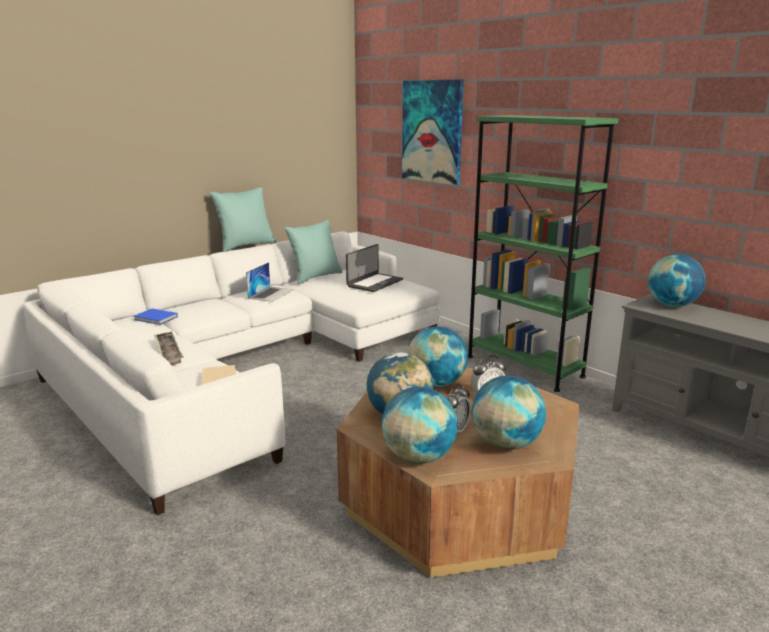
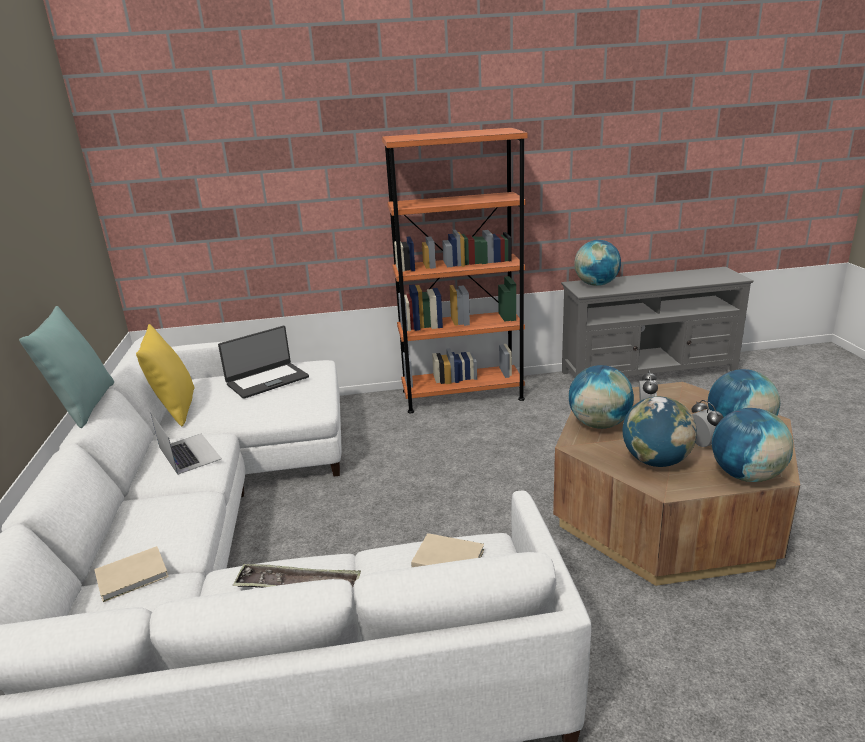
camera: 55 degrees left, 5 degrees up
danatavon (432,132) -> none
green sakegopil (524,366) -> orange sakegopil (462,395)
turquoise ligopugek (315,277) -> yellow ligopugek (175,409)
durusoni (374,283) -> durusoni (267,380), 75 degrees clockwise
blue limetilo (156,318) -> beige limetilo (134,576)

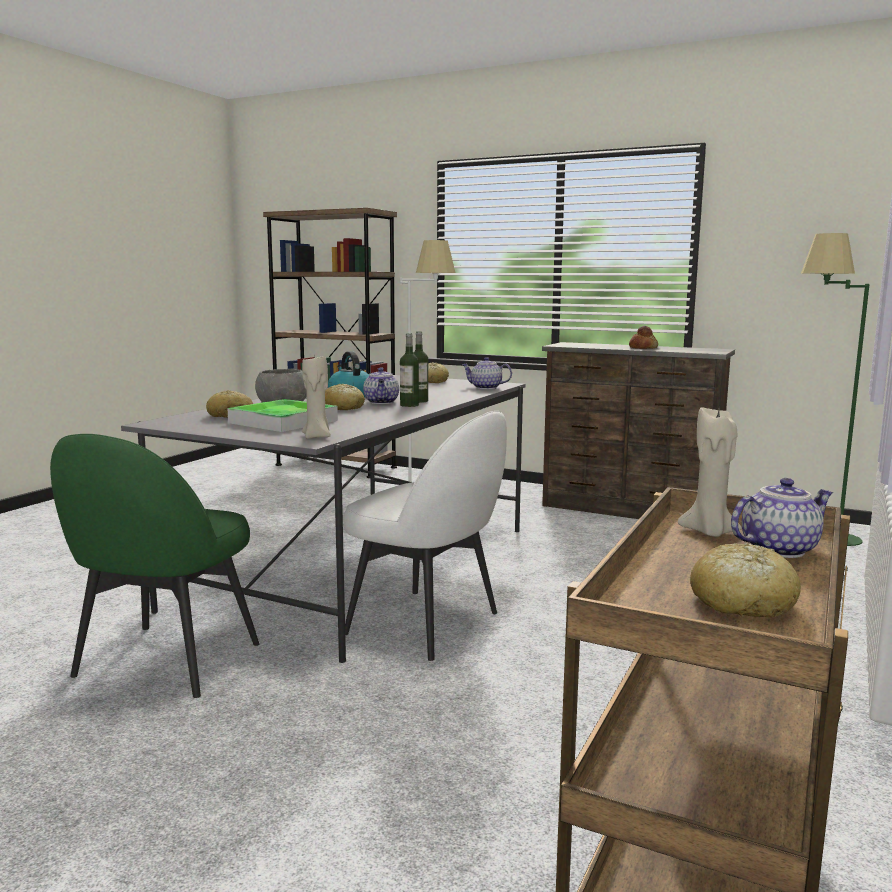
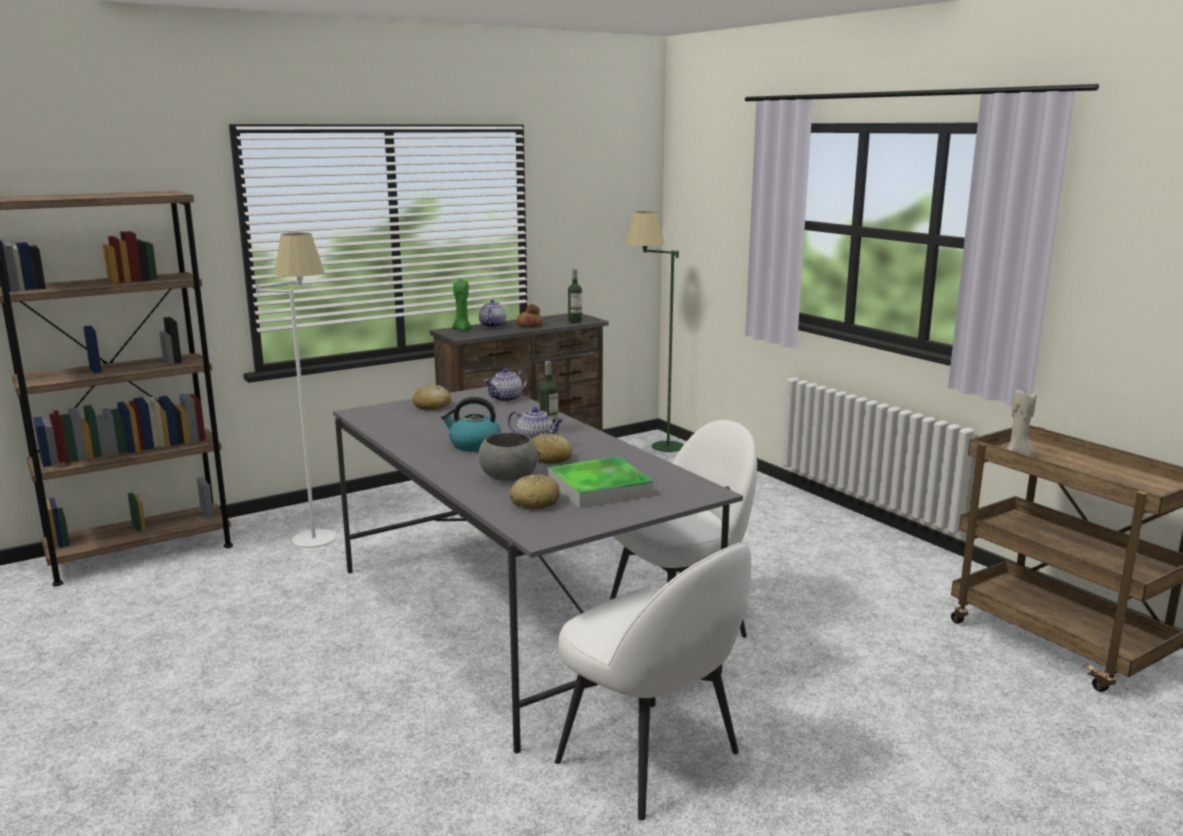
camera: 60 degrees left, 5 degrees up
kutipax (409,405) -> kutipax (575,321), relocated
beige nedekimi (317,436) -> none
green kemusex (165,662) -> white kemusex (651,759)
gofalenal (778,549) -> gofalenal (492,326), relocated
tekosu (742,602) -> none
none -> green nedekimi (461,329)

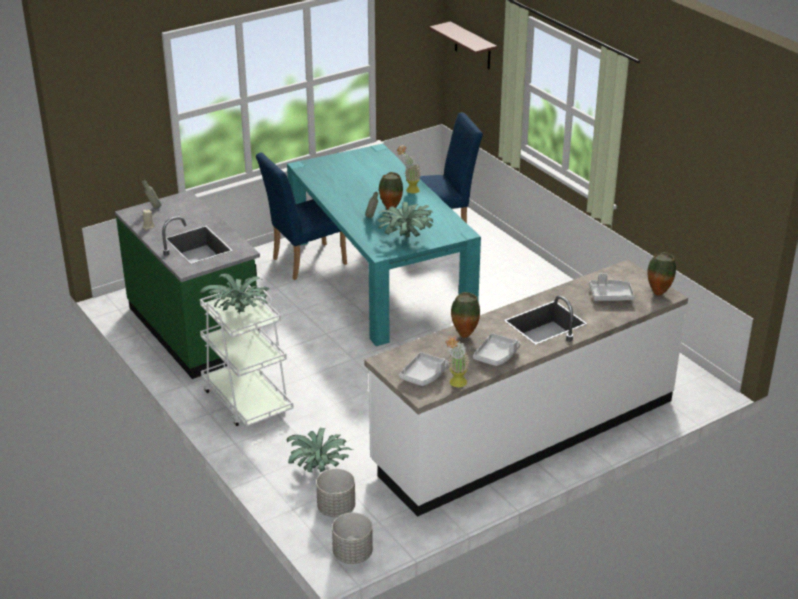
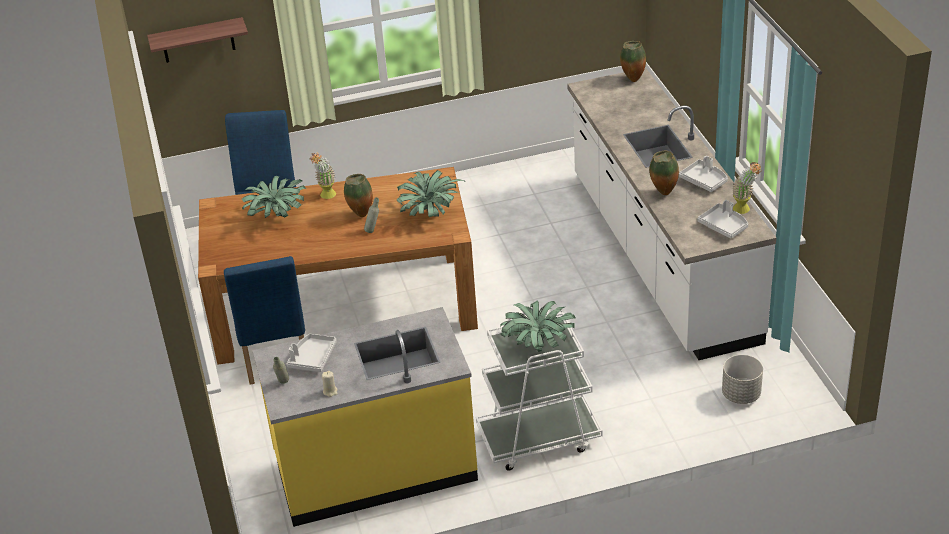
camera: 70 degrees left, 5 degrees up
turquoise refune (379,277) -> brown refune (343,305)
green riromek (195,330) -> yellow riromek (375,468)
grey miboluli (610,295) -> grey miboluli (312,358), relocated
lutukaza (319,469) -> lutukaza (277,217), relocated
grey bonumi (352,554) -> none

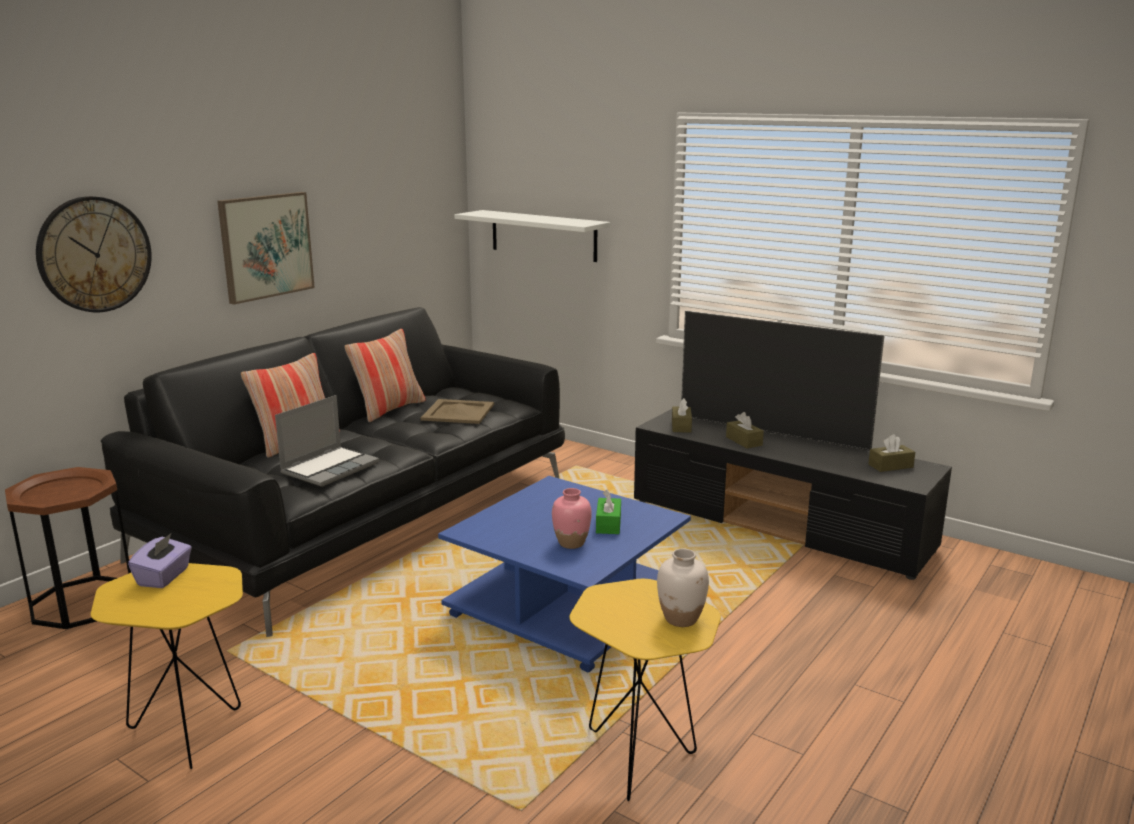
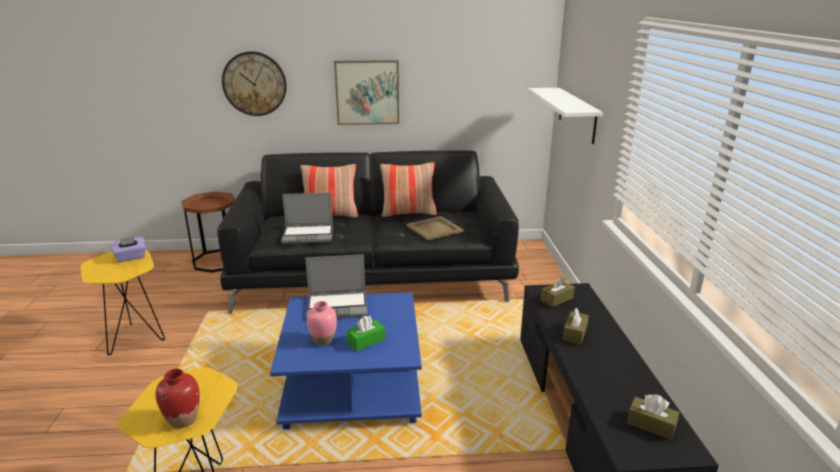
camera: 50 degrees right, 5 degrees up
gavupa (771,432) -> none
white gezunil (681,619) -> red gezunil (183,420)
none -> durusoni (338,306)

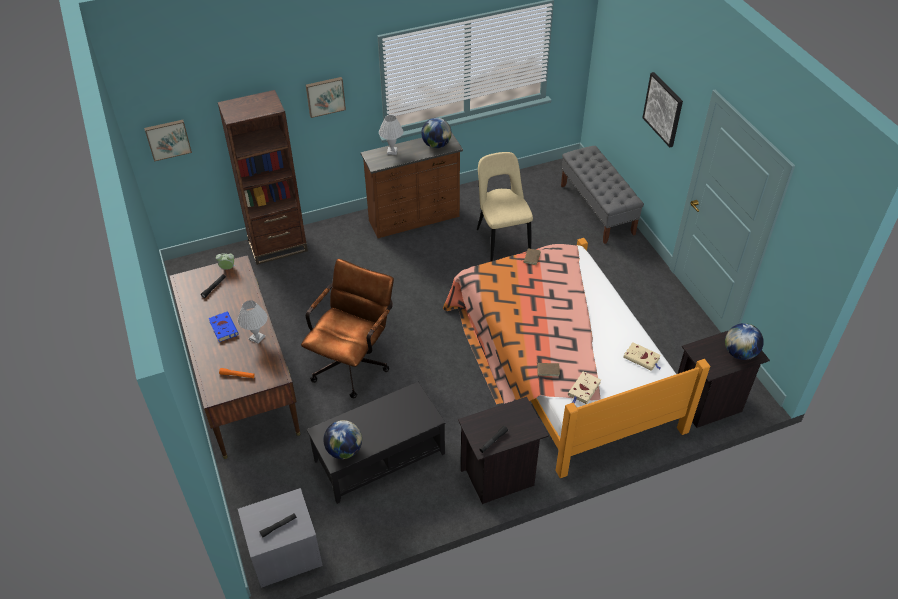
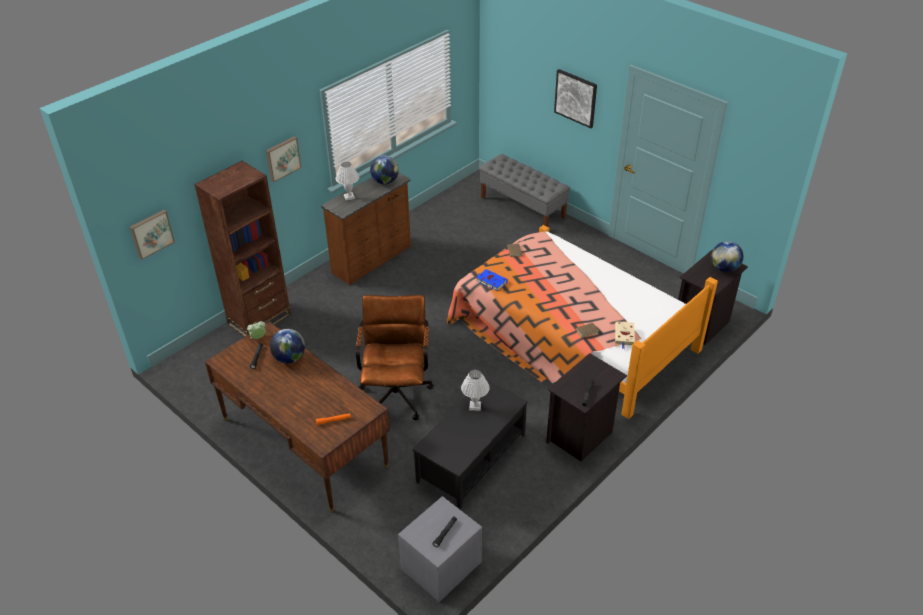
camera: 25 degrees left, 5 degrees down
beige kemusex (502,240) -> none
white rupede (257,338) -> white rupede (475,406), relocated
blue limetilo (223,327) -> blue limetilo (491,281), relocated
beige limetilo (642,358) -> none
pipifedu (344,450) -> pipifedu (289,358), relocated

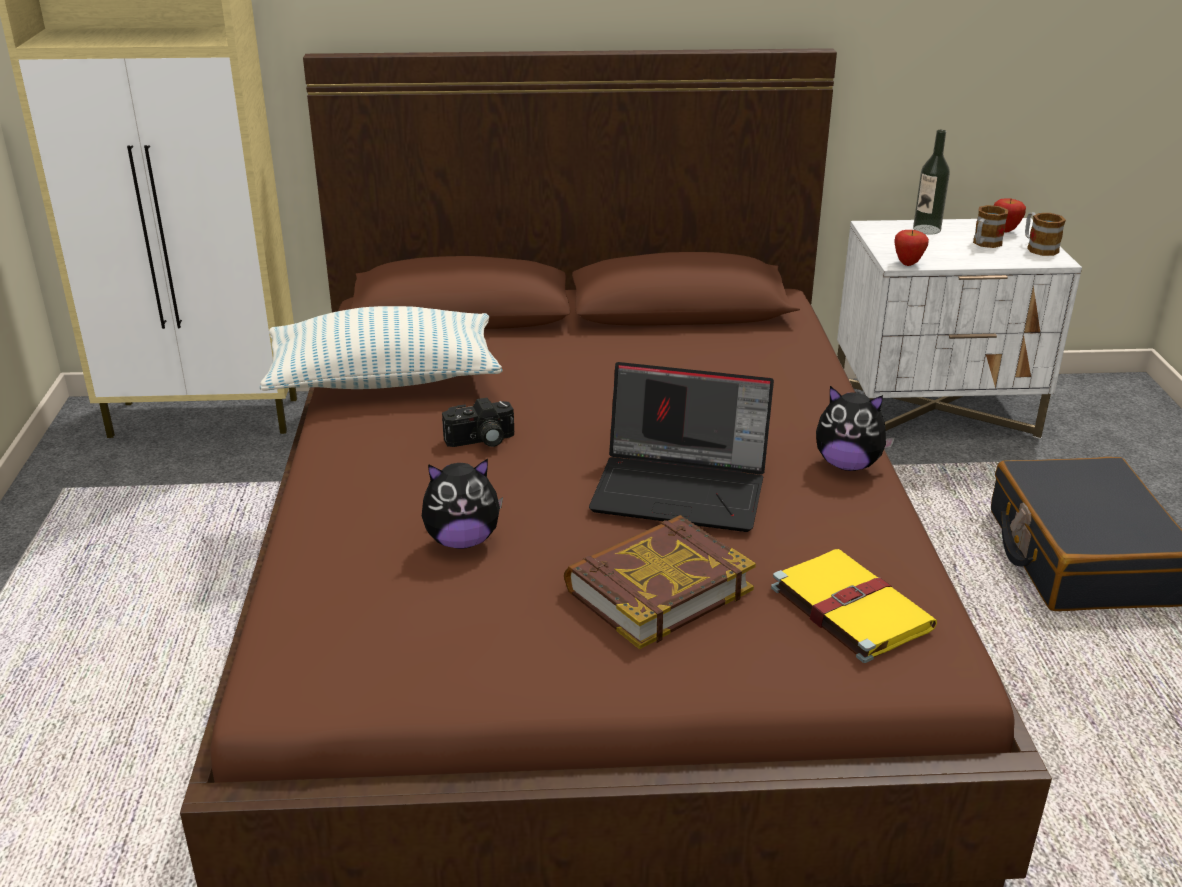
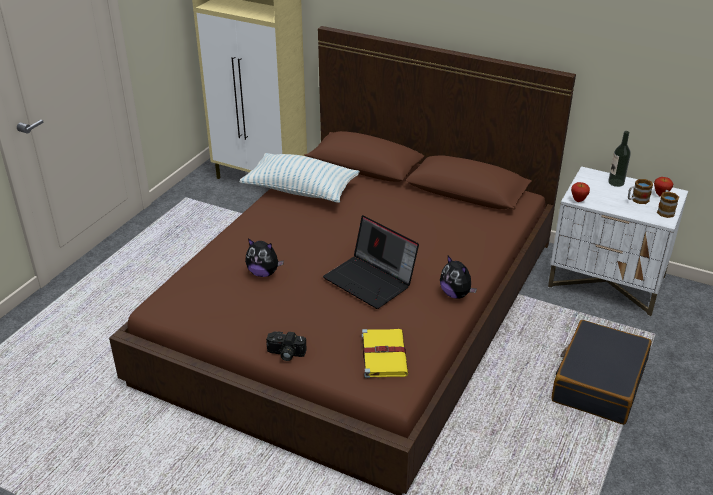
camera: 30 degrees right, 5 degrees up
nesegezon (481,441) -> nesegezon (285,354), relocated
limetilo (657,589) -> none

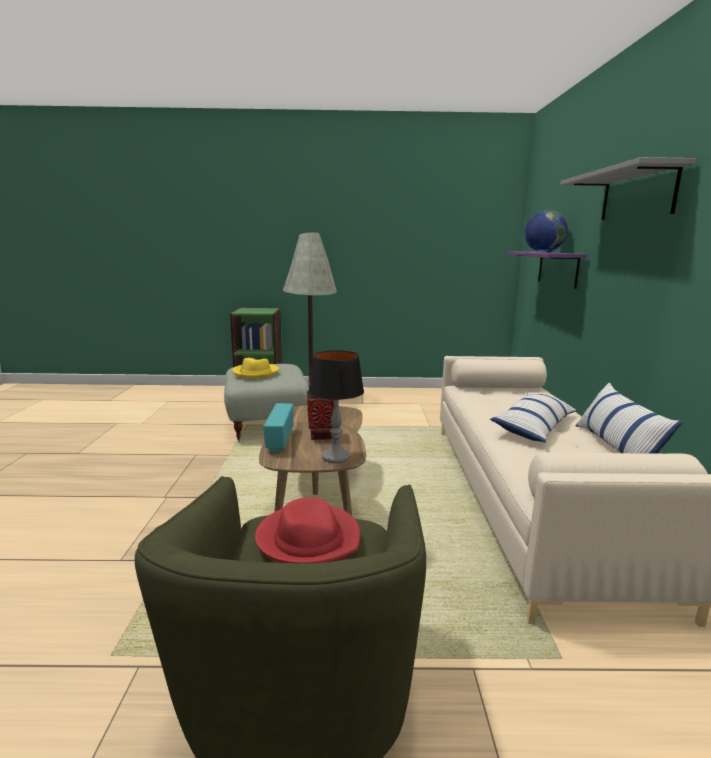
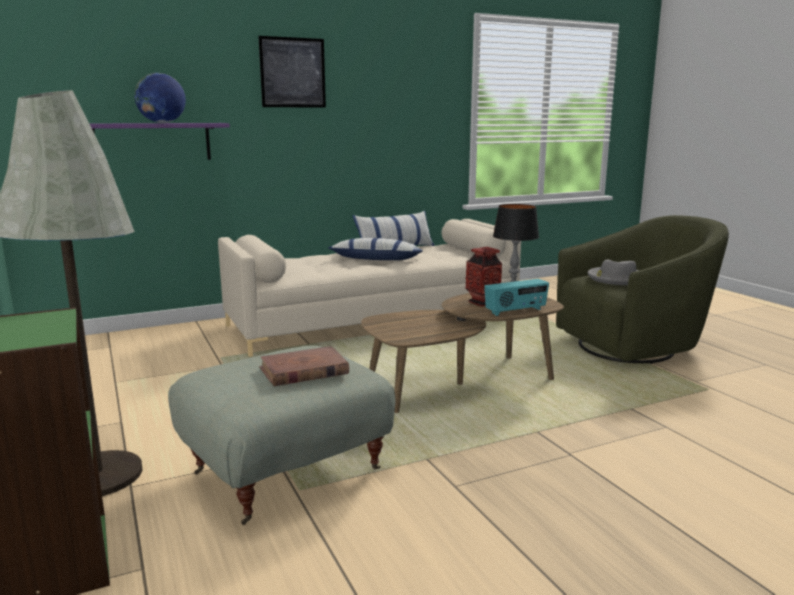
camera: 115 degrees left, 0 degrees up
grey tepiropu (637,194) -> danatavon (292,72)
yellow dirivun (255,373) -> brown limetilo (303,371)
red dirivun (309,539) -> grey dirivun (616,278)

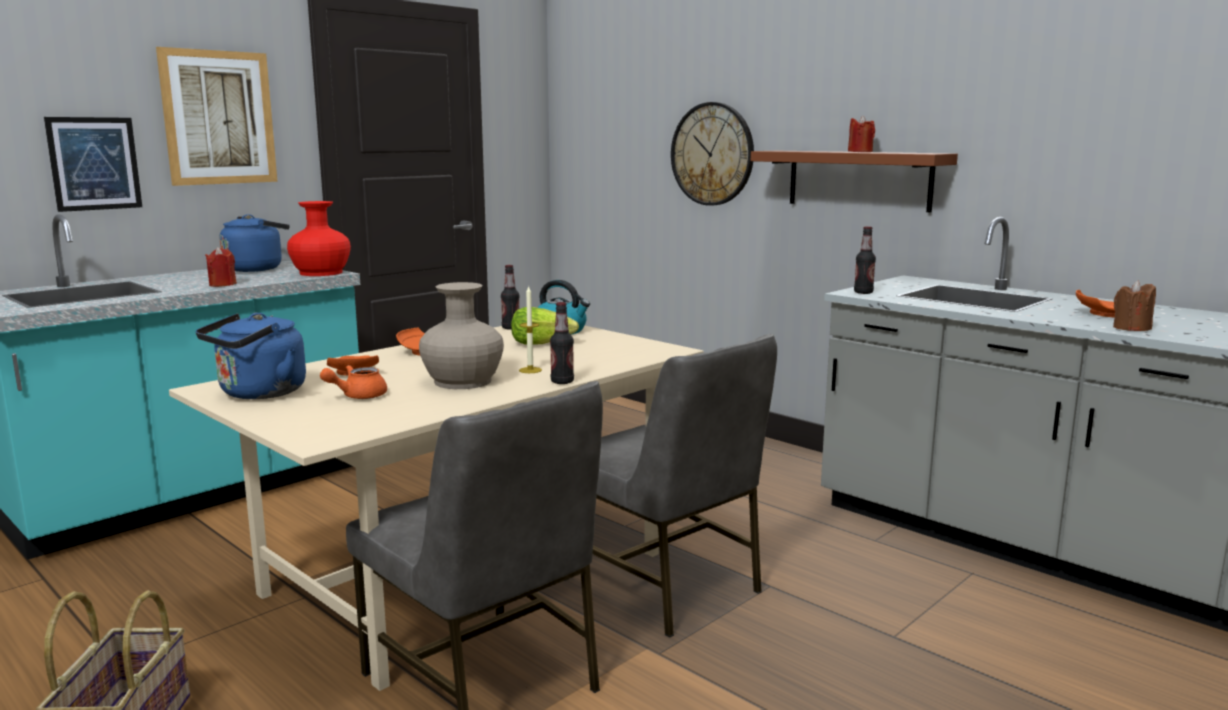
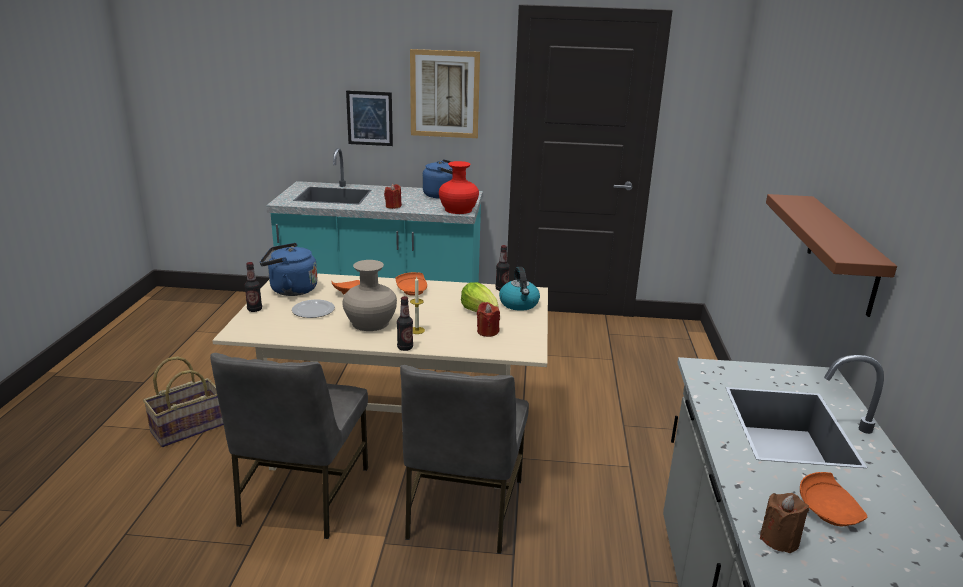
camera: 50 degrees right, 10 degrees up
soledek (712,154) -> none
red nedekimi (860,152) -> red nedekimi (487,332), relocated
kutipax (863,292) -> kutipax (254,309), relocated
orange gofalenal (358,396) -> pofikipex (312,311)

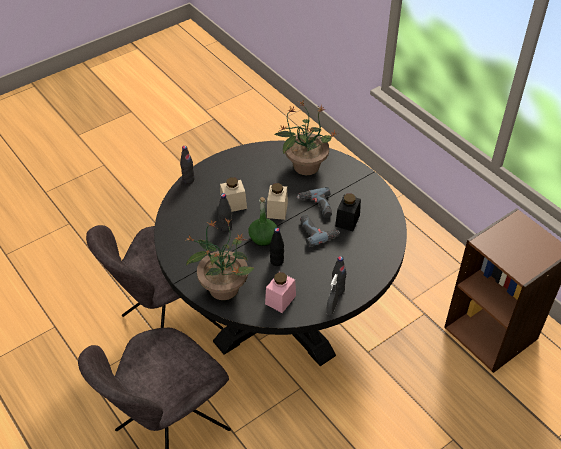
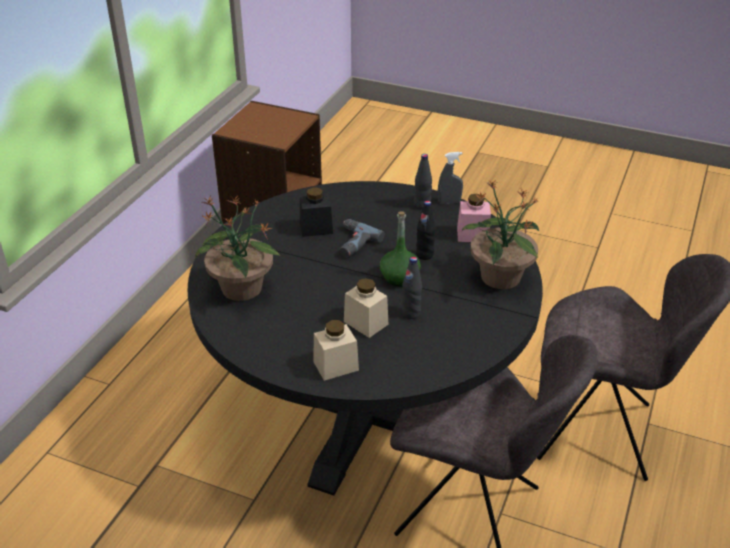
camera: 120 degrees left, 10 degrees down
black kutipax (188,179) -> none
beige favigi (277,210) -> beige favigi (336,366), relocated
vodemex (316,206) -> none

